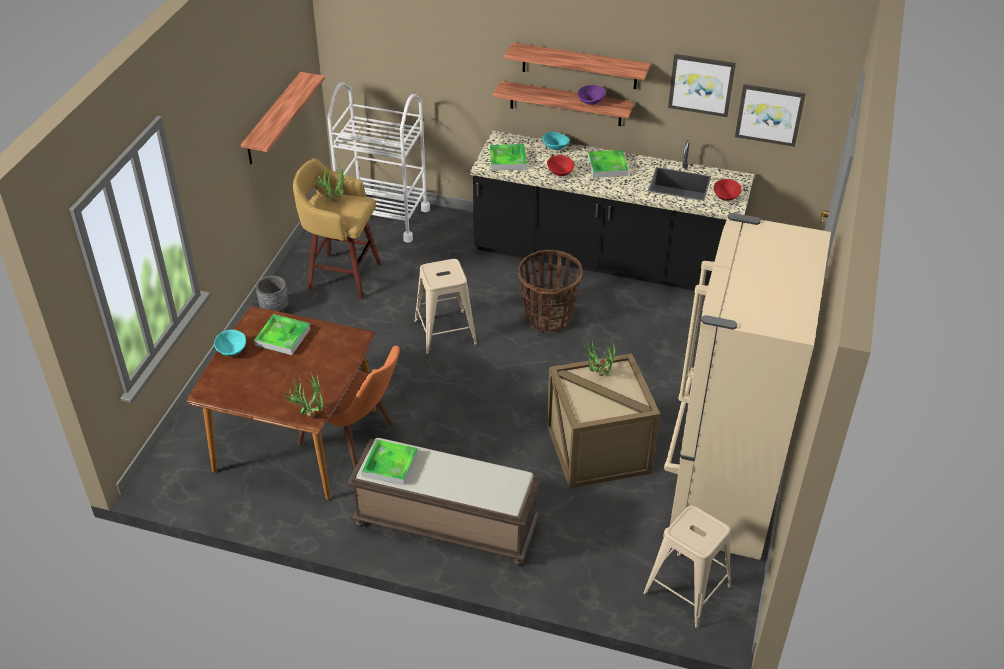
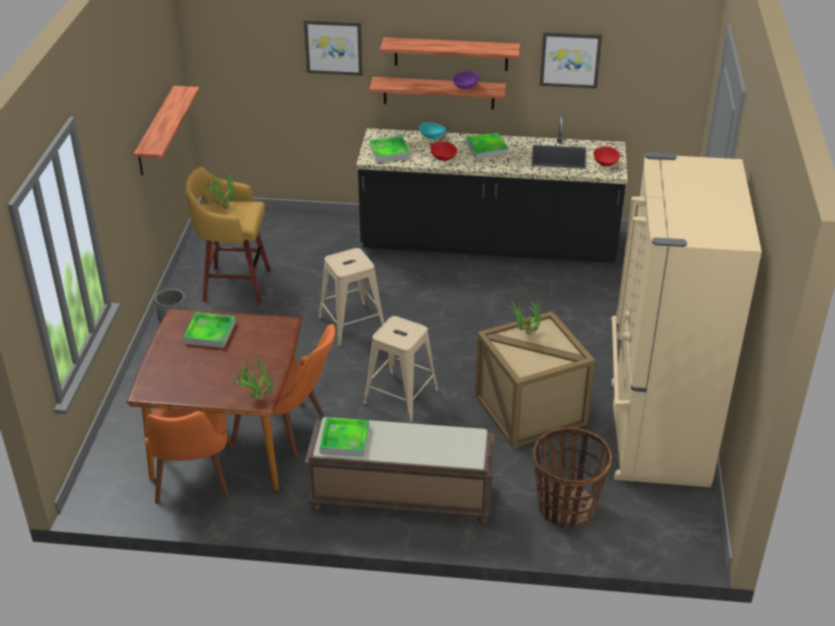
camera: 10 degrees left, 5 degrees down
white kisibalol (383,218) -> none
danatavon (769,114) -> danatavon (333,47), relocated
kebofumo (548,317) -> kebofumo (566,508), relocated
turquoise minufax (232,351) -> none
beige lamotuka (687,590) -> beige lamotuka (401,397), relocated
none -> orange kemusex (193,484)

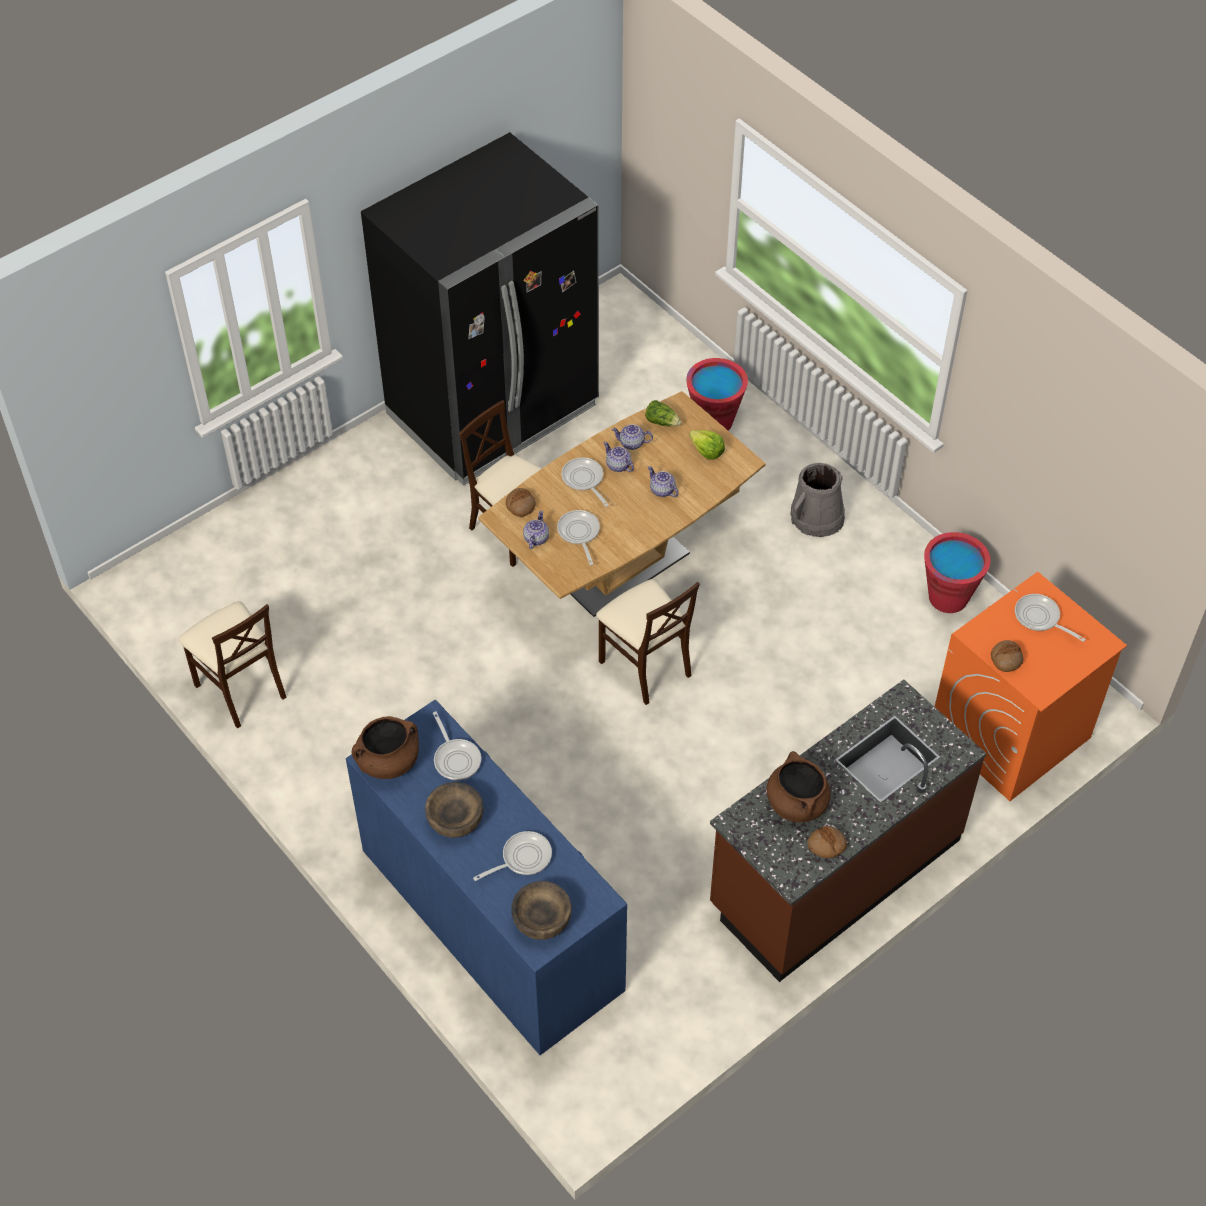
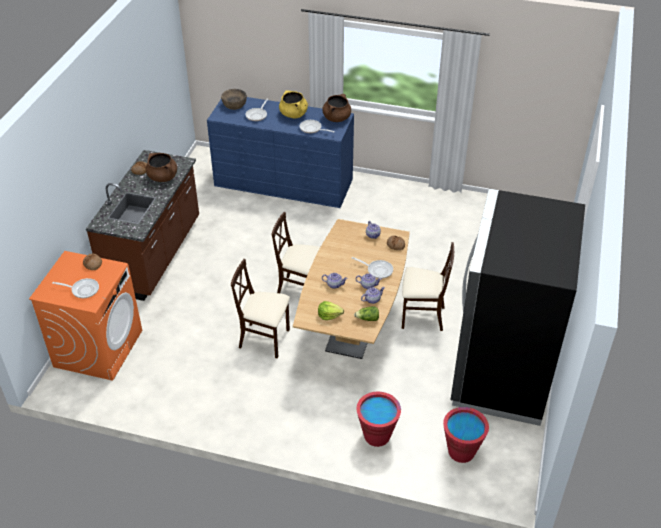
camera: 145 degrees right, 10 degrees down
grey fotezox (817,517) -> none
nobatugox (579,534) -> none
red fotezox (948,597) -> red fotezox (461,451), relocated
beige kemusex (241,689) -> beige kemusex (265,339), relocated
brown minufax (455,819) -> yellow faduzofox (293,114)

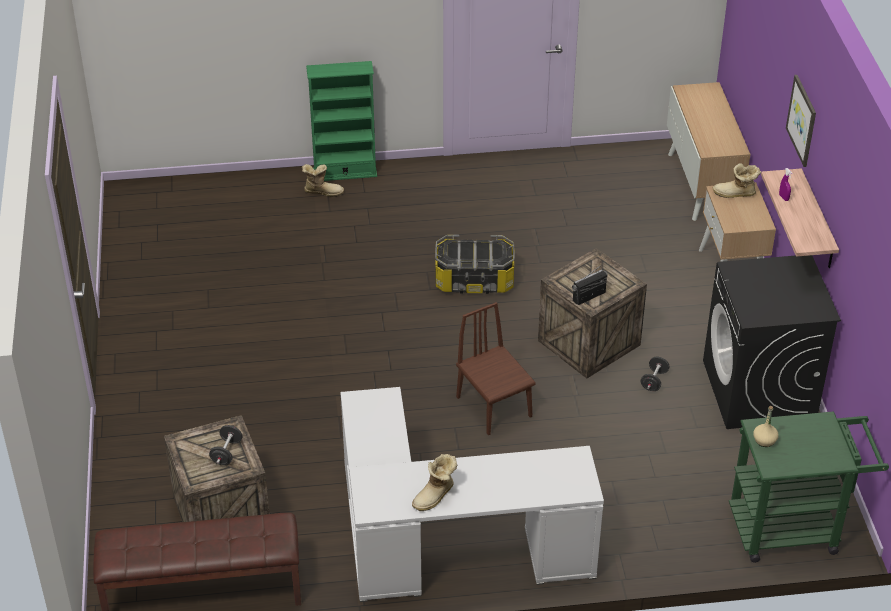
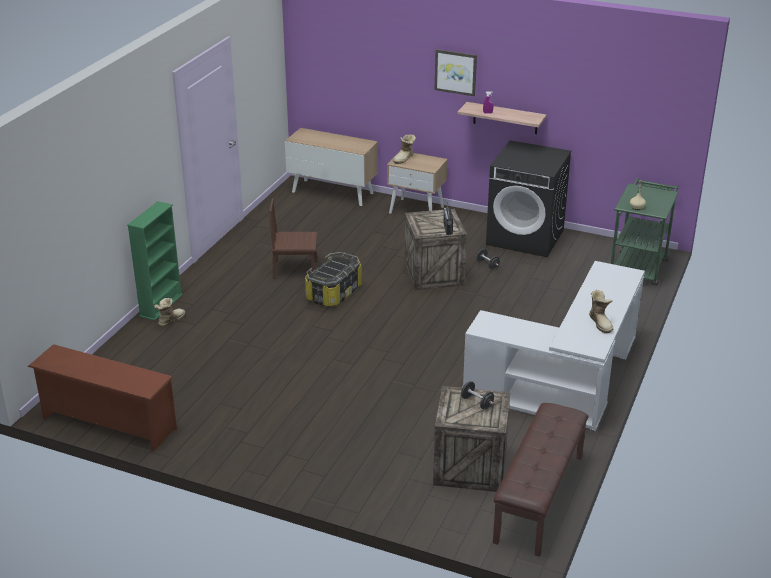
camera: 60 degrees left, 10 degrees down
brown kemusex (494,406) -> brown kemusex (295,269), relocated
none -> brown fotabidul (107,424)

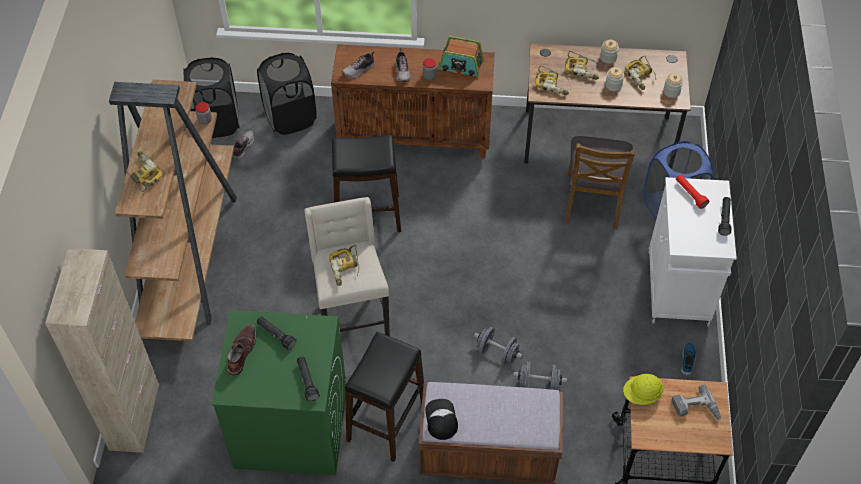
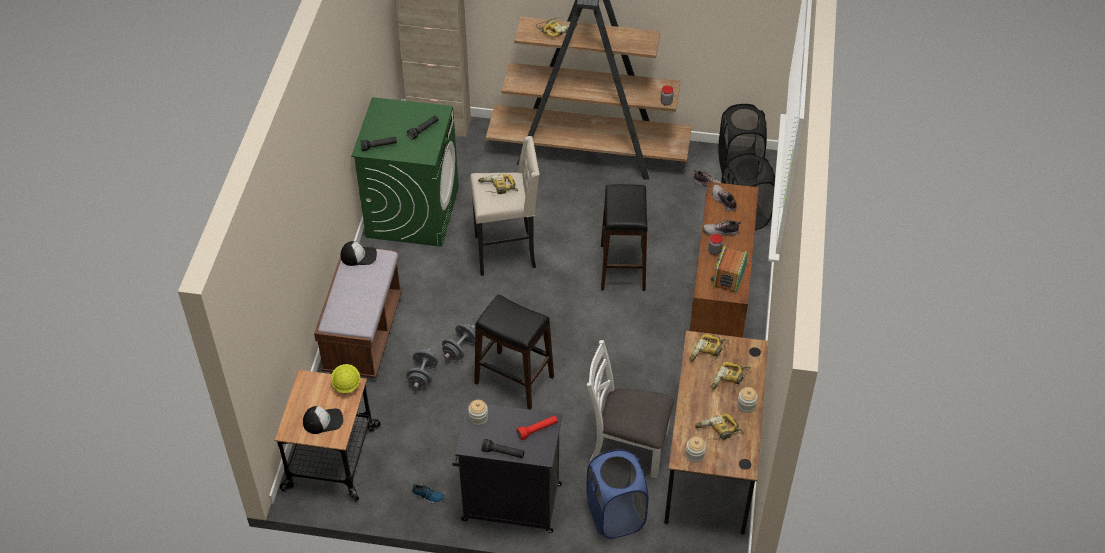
camera: 95 degrees right, 5 degrees down
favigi (613,85) -> favigi (478,418), relocated
brown kemusex (593,201) -> white kemusex (628,446)
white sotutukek (678,290) -> black sotutukek (509,502)
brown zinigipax (241,352) -> none
black lamotuka (386,421) -> black lamotuka (513,380), relocated
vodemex (695,409) -> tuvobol (323,421)

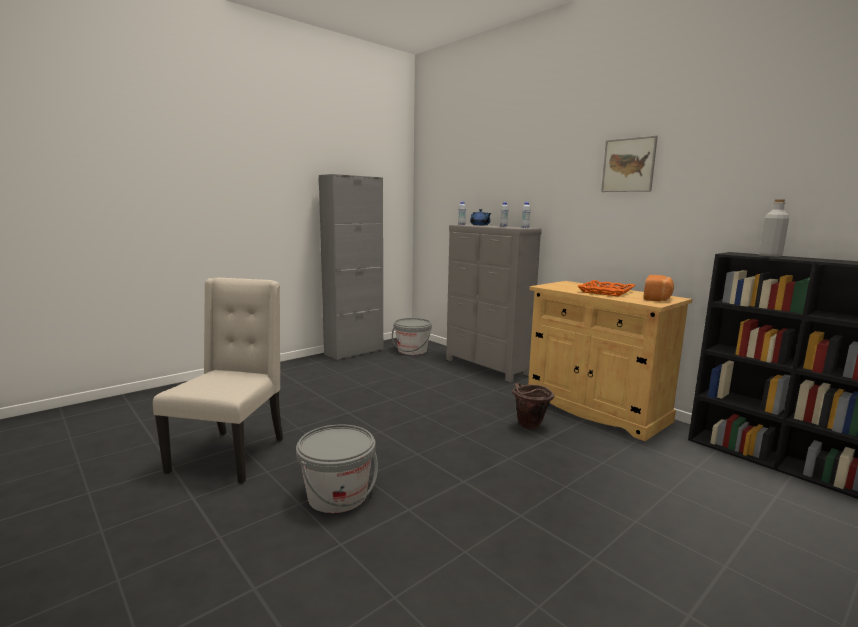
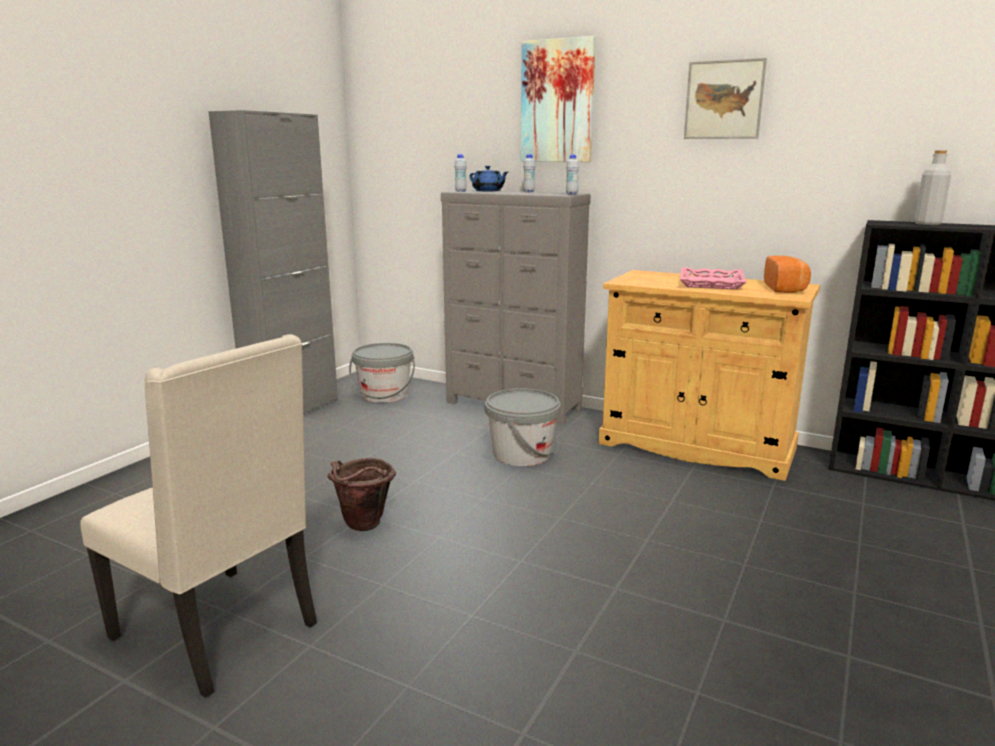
camera: 20 degrees left, 5 degrees up
beige kemusex (231,454) -> beige kemusex (220,631), 135 degrees clockwise
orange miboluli (605,291) -> pink miboluli (710,283)
brown fotezox (529,427) -> brown fotezox (363,527), relocated
grey fotezox (337,495) -> grey fotezox (522,454), relocated
none -> danatavon (558,102)

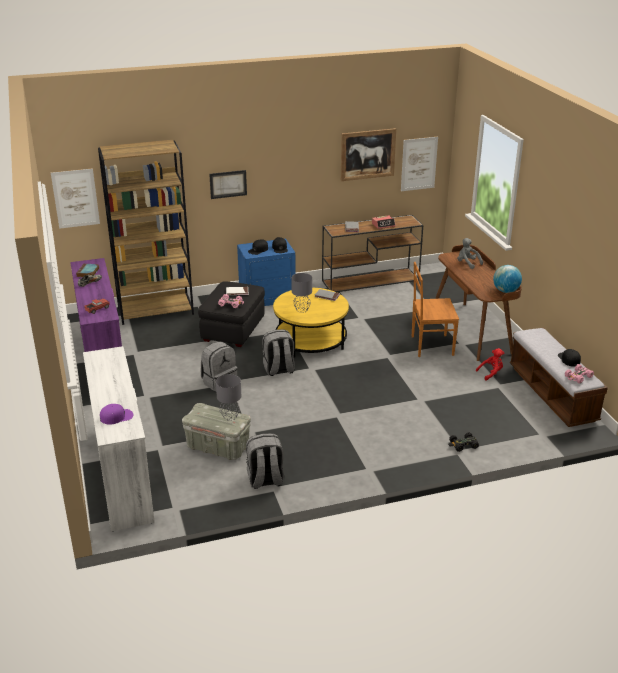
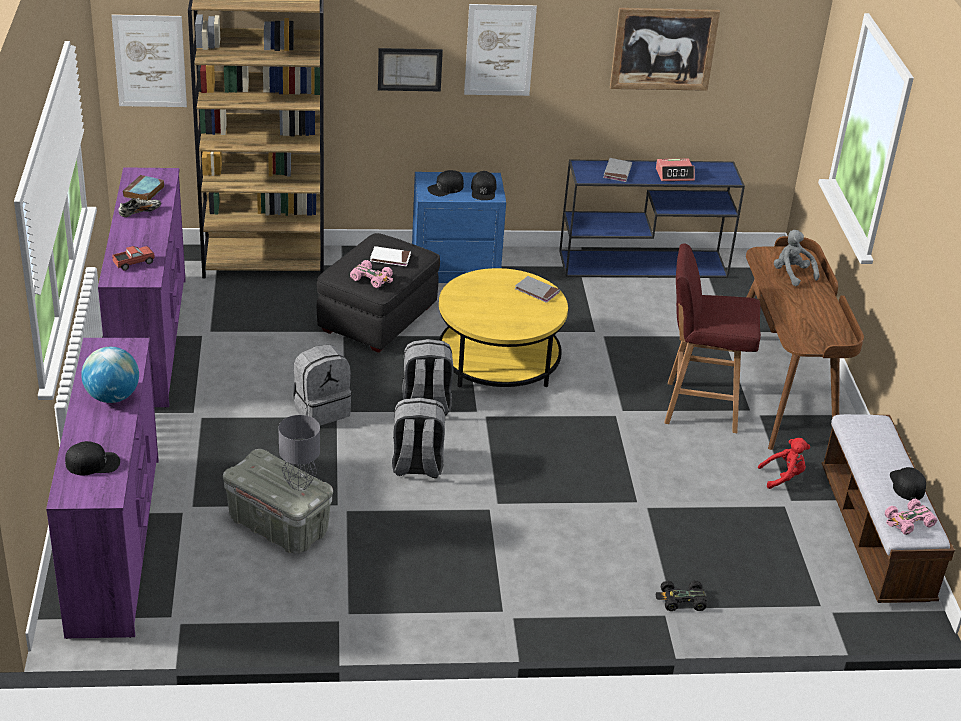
camera: 10 degrees right, 5 degrees up
danatavon (419,164) -> danatavon (499,50), relocated
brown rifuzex (371,280) -> blue rifuzex (644,264)
brown kemusex (430,346) -> red lamotuka (698,406)
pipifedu (505,291) -> pipifedu (112,397), relocated
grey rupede (302,310) -> none
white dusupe (123,473) -> purple dusupe (116,543)
purple tuvobol (116,416) -> black tuvobol (93,463)
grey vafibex (265,480) -> grey vafibex (416,466), relocated

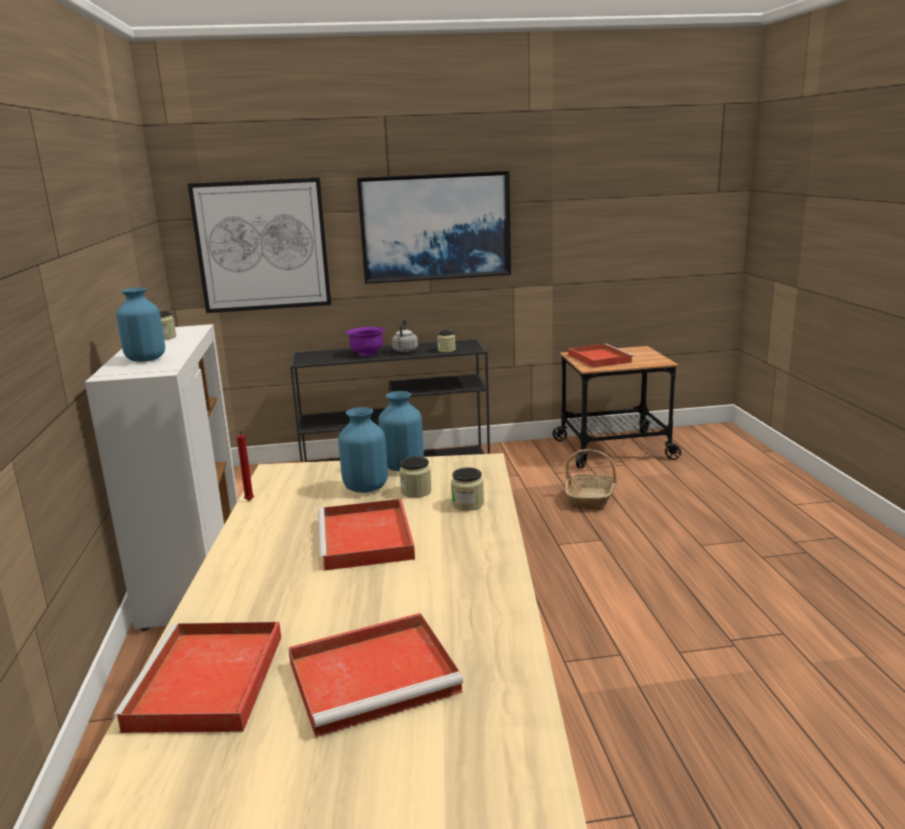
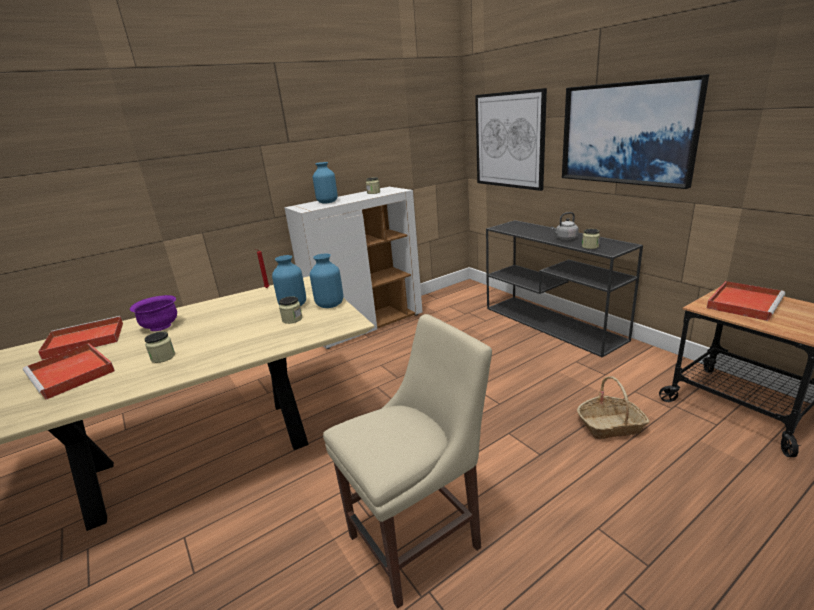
camera: 65 degrees right, 5 degrees up
purple minufax (367,353) -> purple minufax (161,326), relocated
favigi (468,504) -> favigi (163,357), relocated
red miboluli (366,540) -> none
none -> beige kemusex (420,538)

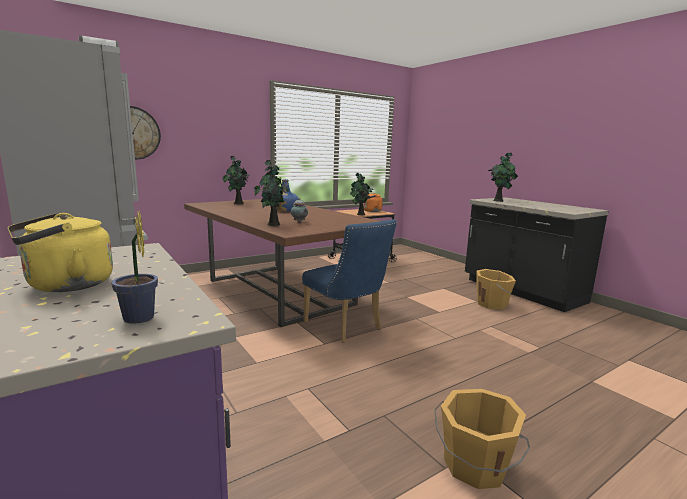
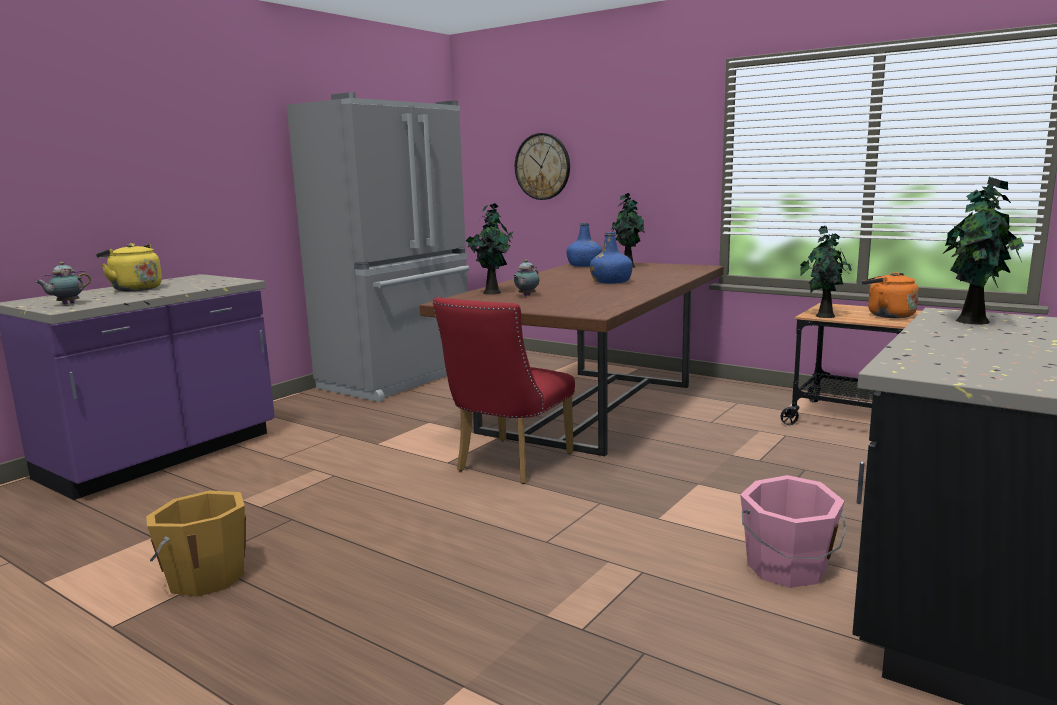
camera: 70 degrees right, 0 degrees up
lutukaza (139,319) -> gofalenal (67,304)
blue kemusex (346,327) -> red kemusex (508,464)
orange fotezox (492,304) -> pink fotezox (787,568)
none -> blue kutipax (585,266)

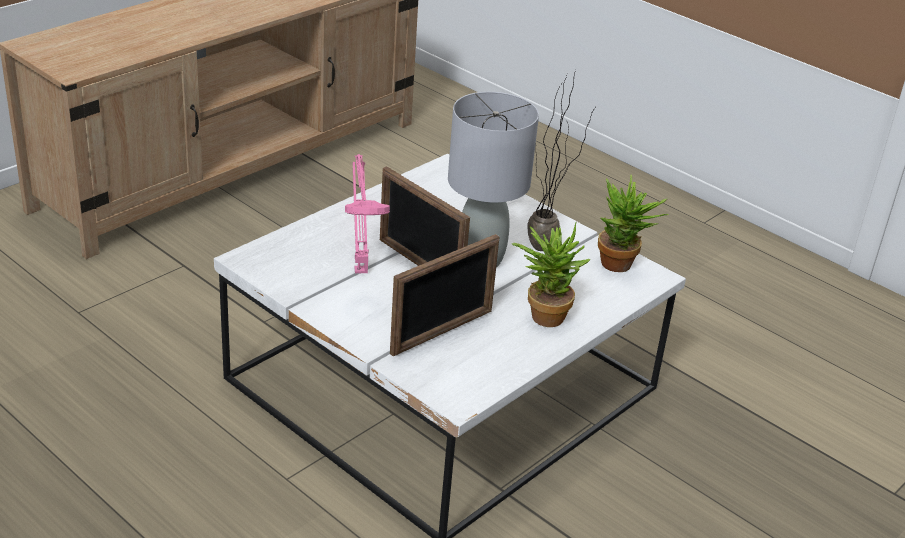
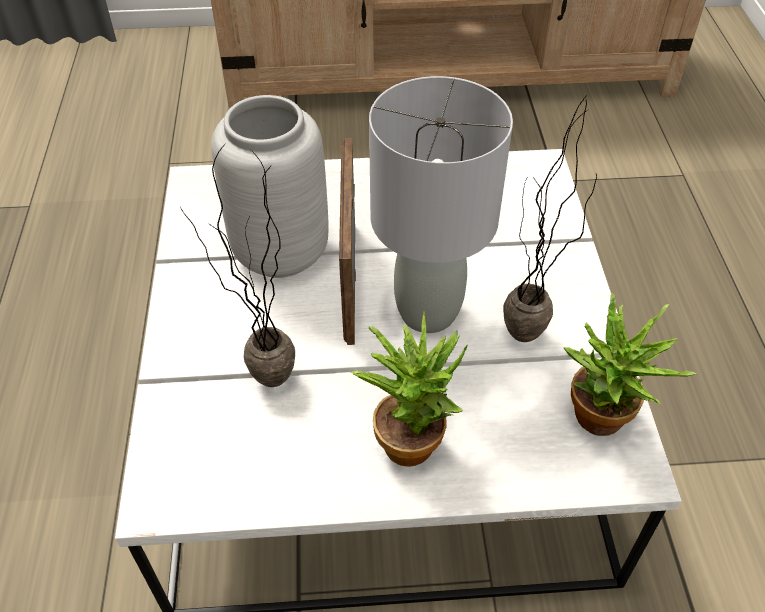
camera: 45 degrees right, 15 degrees up
pink rupede (360,269) -> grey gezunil (283,252)
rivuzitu (442,332) -> lutukaza (262,388)

